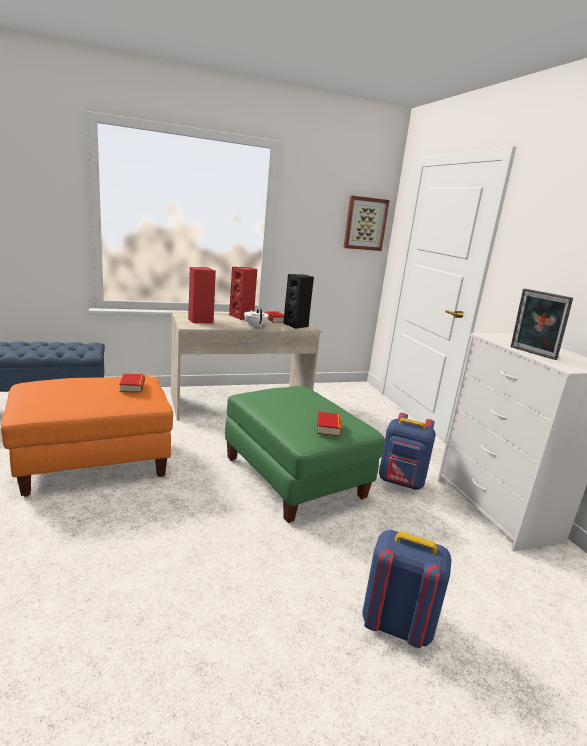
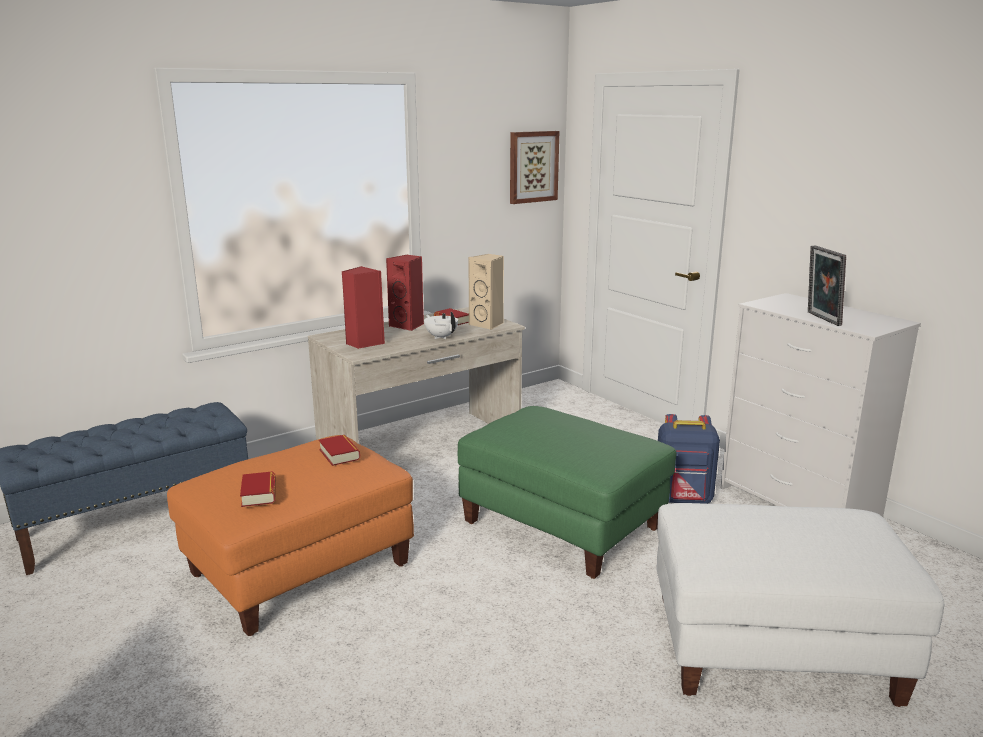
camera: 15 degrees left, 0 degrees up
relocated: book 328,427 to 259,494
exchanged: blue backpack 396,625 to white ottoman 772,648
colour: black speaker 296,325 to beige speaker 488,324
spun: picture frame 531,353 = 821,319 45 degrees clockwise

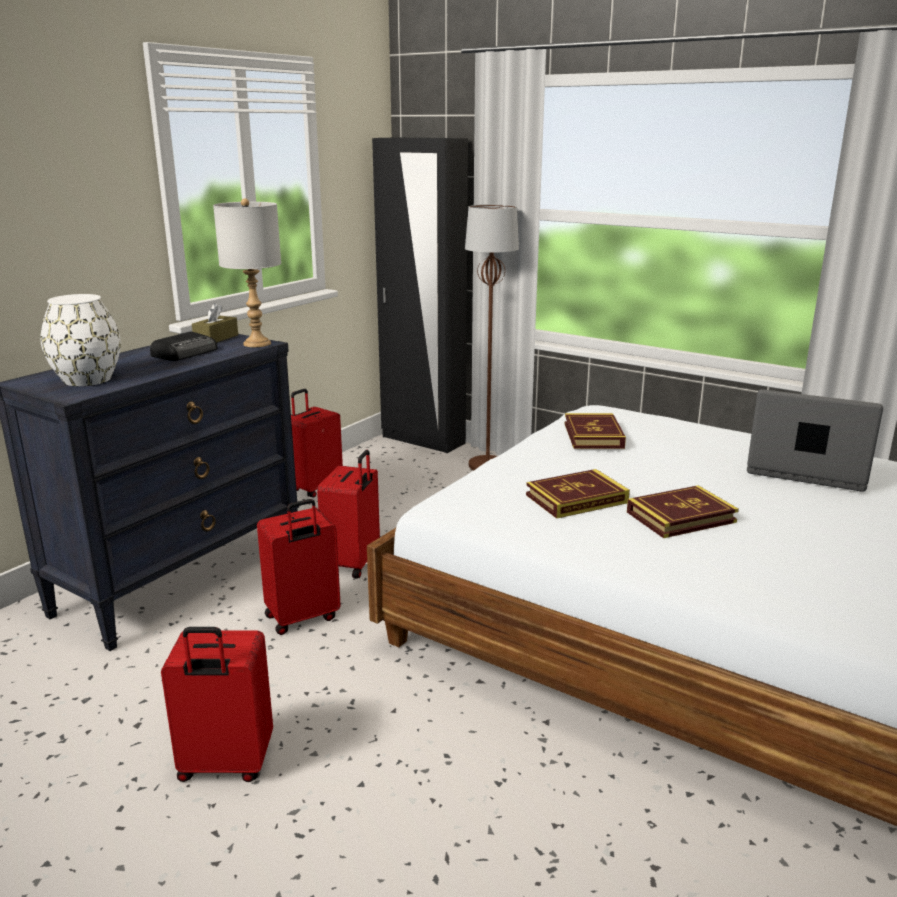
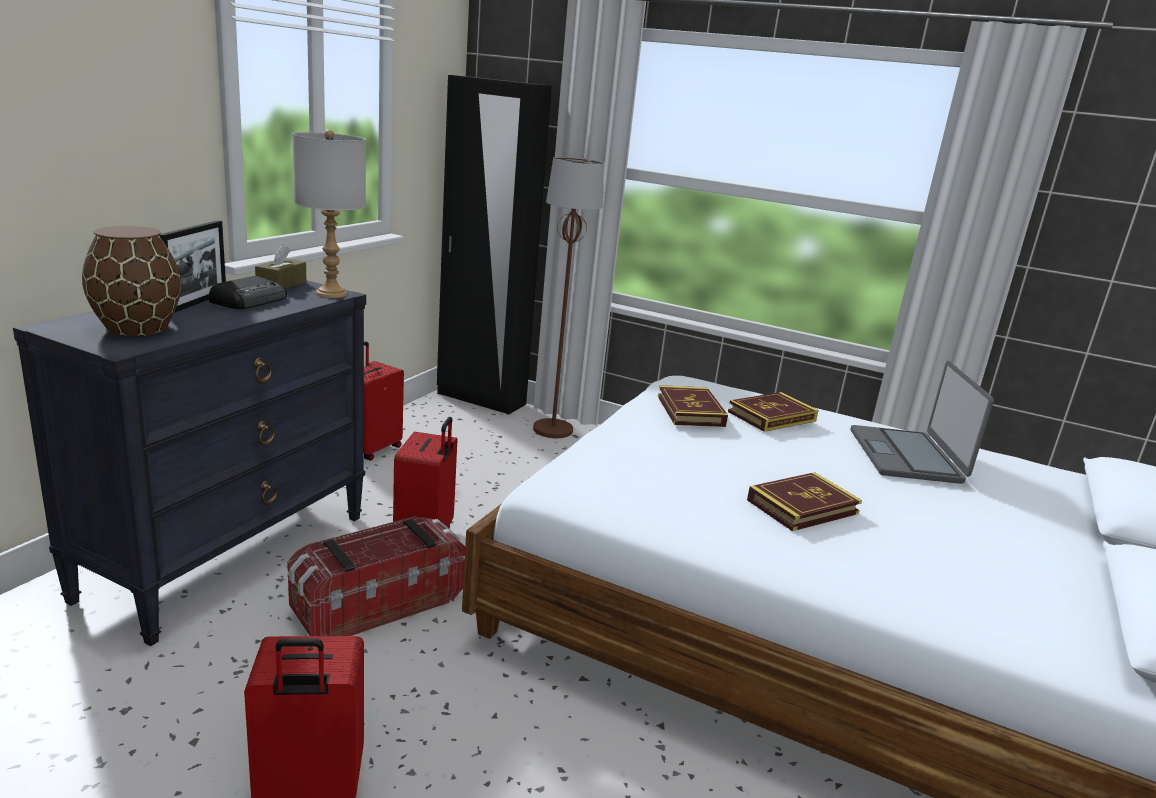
camera: 10 degrees left, 0 degrees up
appeared: picture frame 197,302
relocated: book 576,499 to 771,416
exchanged: red suitcase 302,618 to storage box 376,604
colour: white vase 87,380 to brown vase 136,328
spun: laptop 806,470 = 907,456 105 degrees counterclockwise

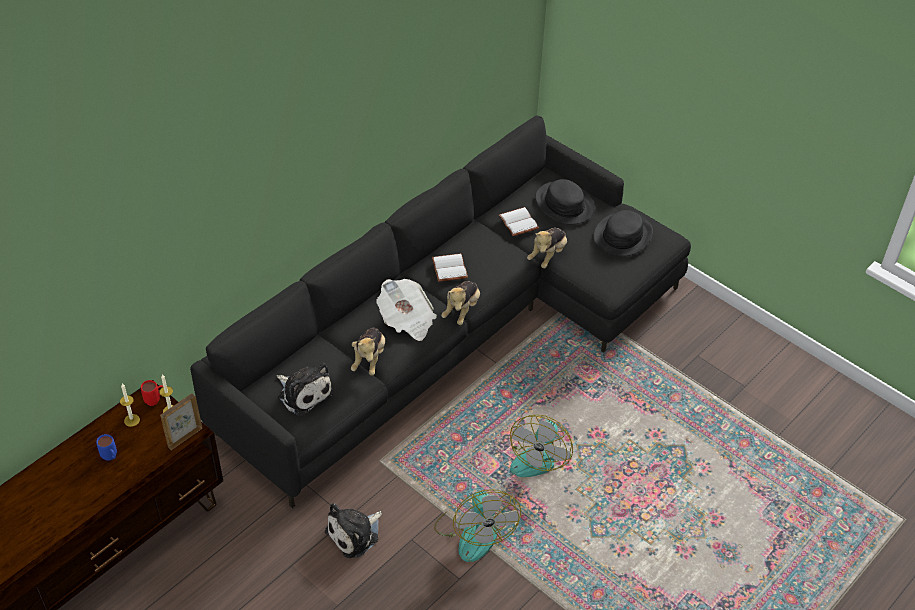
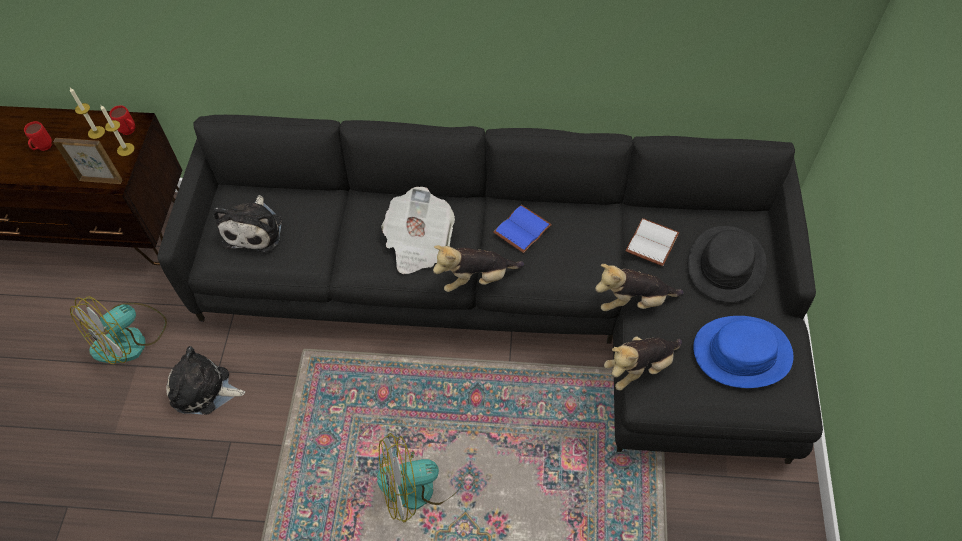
camera: 55 degrees right, 10 degrees up
relocated: plush toy 369,359 to 639,368; fan 474,531 to 130,338
colour: blue mug 111,458 to red mug 43,149; white book 448,268 to blue book 522,228; black hat 622,235 to blue hat 742,352

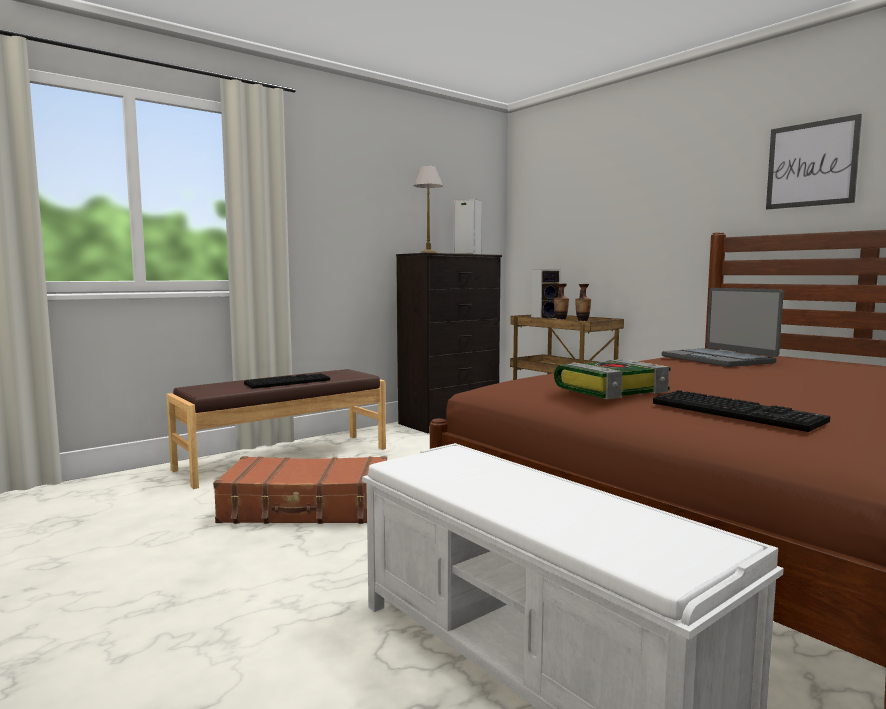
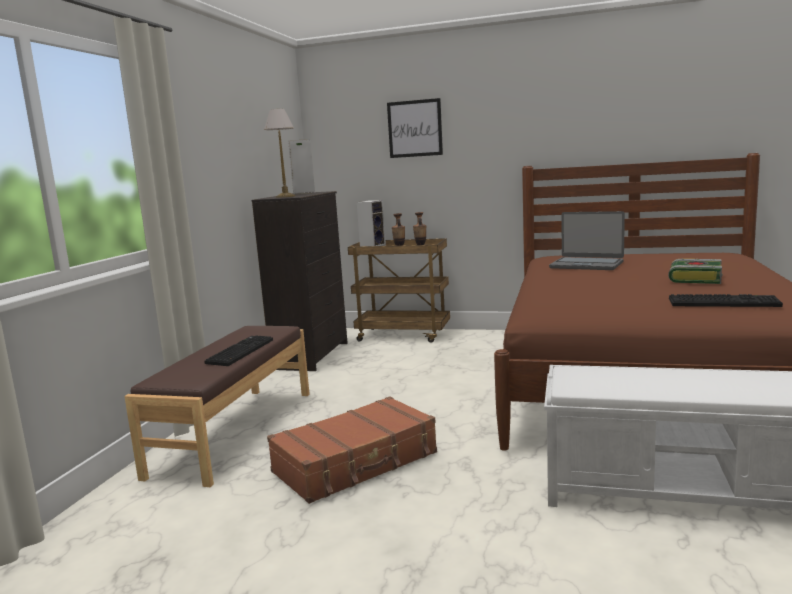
camera: 35 degrees left, 5 degrees up
relocated: book 611,390 to 694,279; picture 811,164 to 415,128

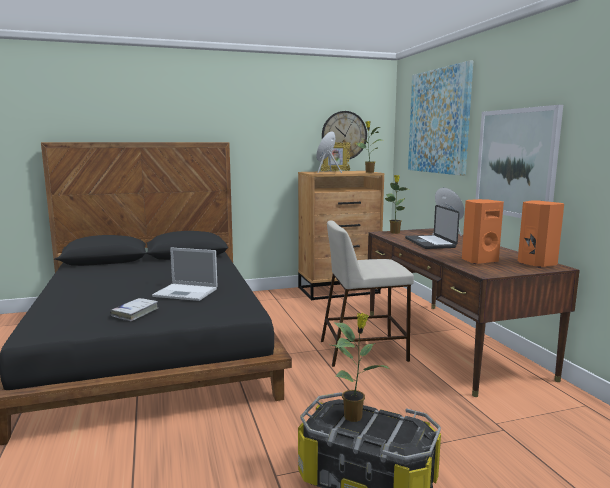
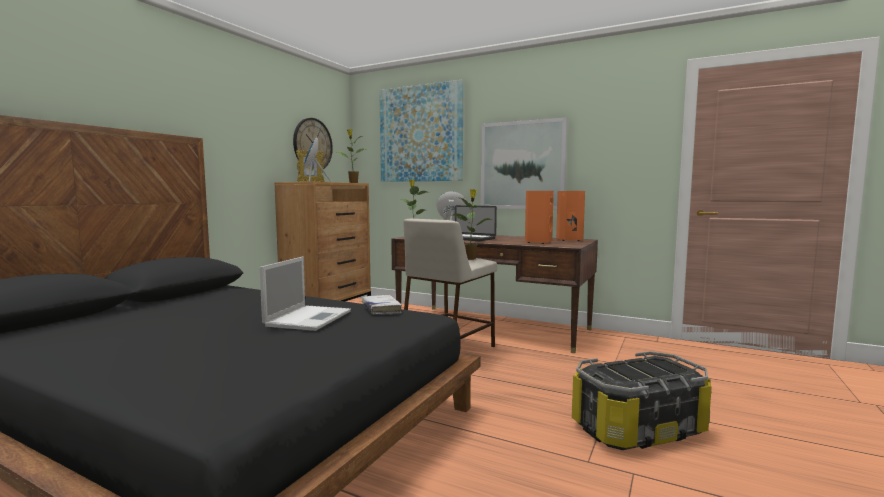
camera: 45 degrees left, 5 degrees down
relocated: white book 135,313 to 381,309; potted plant 354,416 to 470,258
spun: laptop 187,292 = 309,318 45 degrees counterclockwise

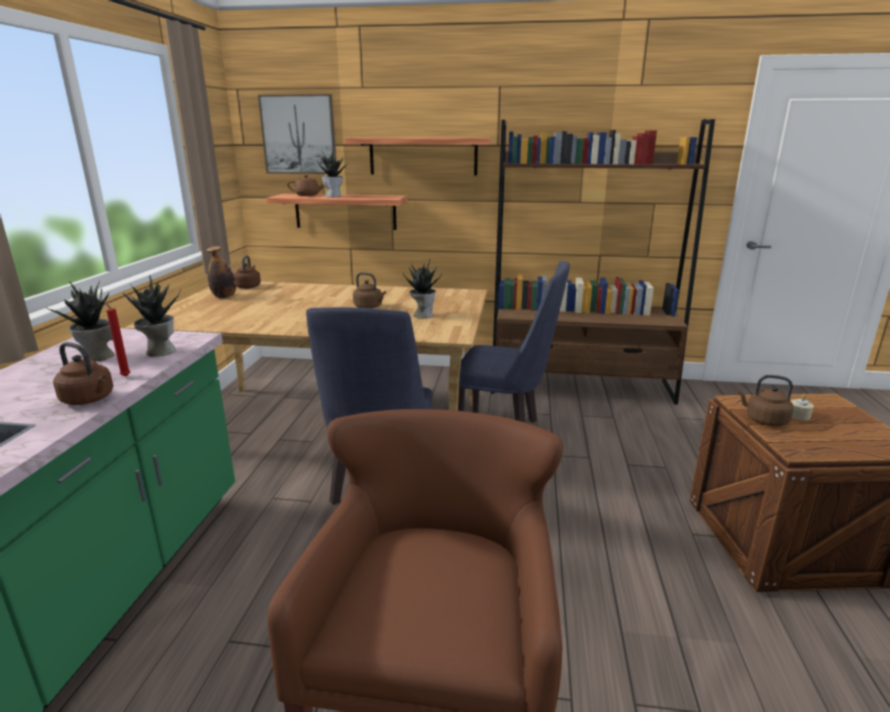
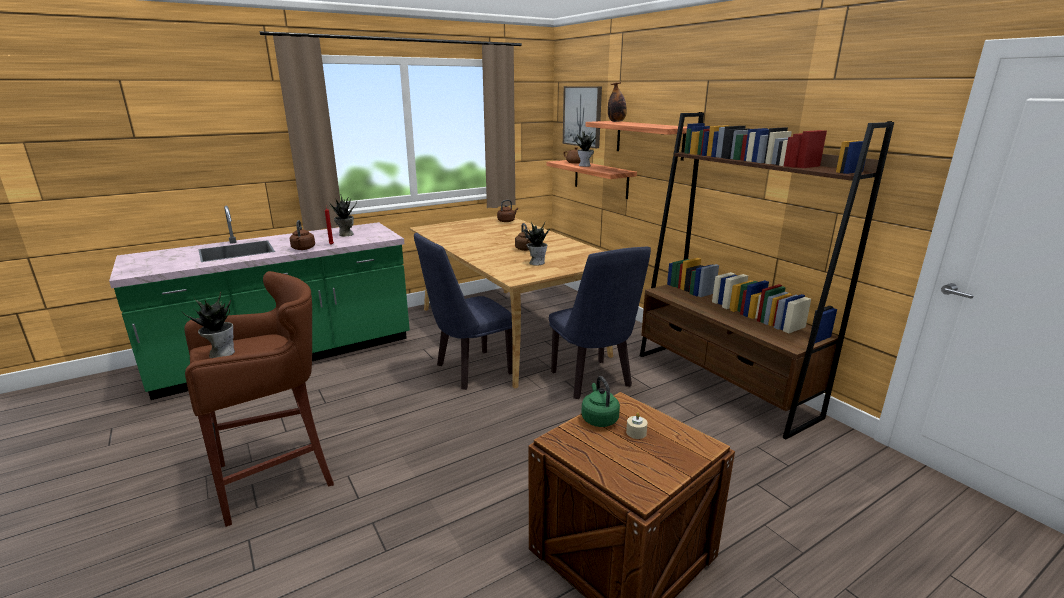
camera: 50 degrees right, 0 degrees up
relocated: potted plant 159,351 to 221,353; bottle 224,297 to 616,121
colour: brown kettle 763,420 to green kettle 599,418

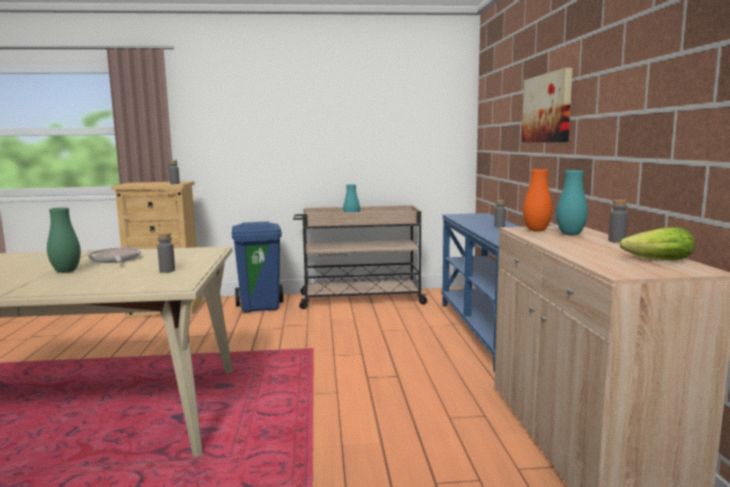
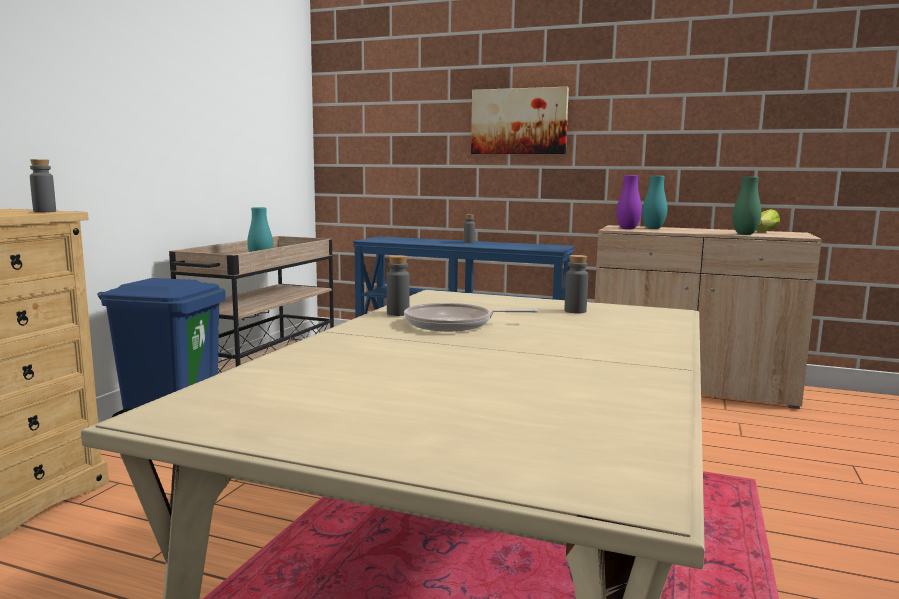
camera: 65 degrees left, 0 degrees up
relocated: green vase 66,271 to 744,234; grey bottle 616,241 to 398,313
colour: orange vase 536,230 to purple vase 627,229

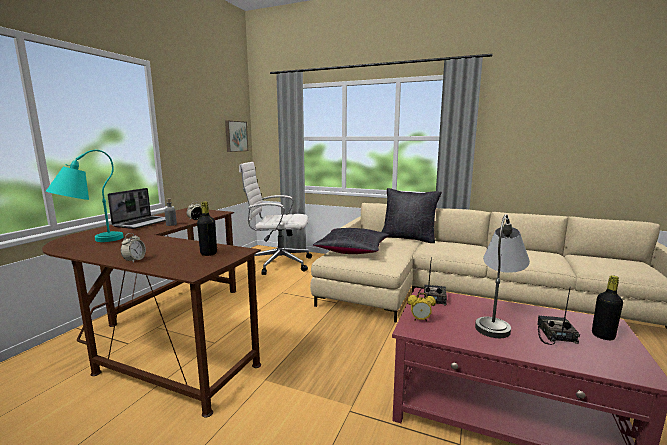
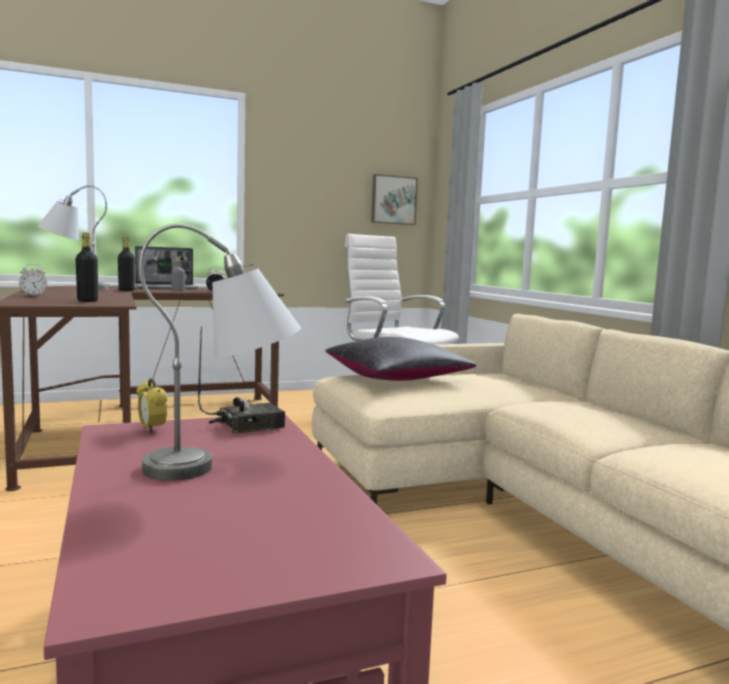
camera: 45 degrees right, 5 degrees down
missing: black pillow 408,238; radio 553,335
relocated: black bottle 603,336 to 126,290
colour: turquoise table lamp 89,242 to grey table lamp 73,288

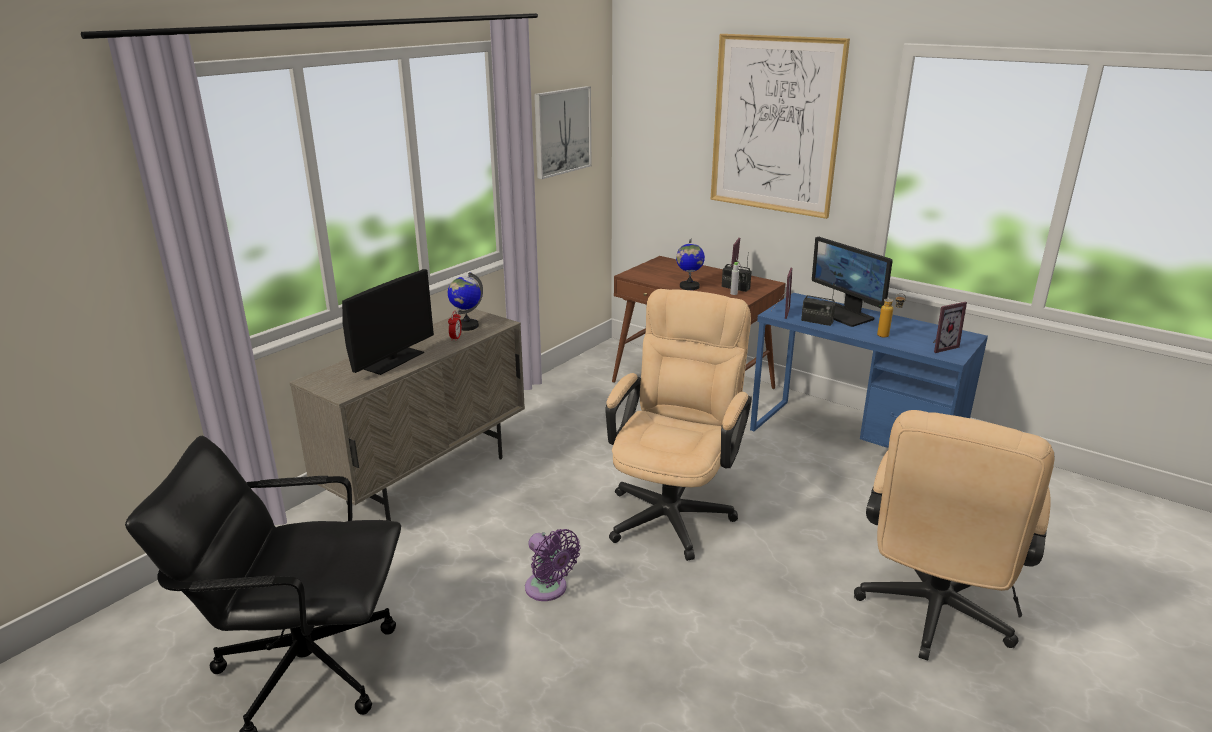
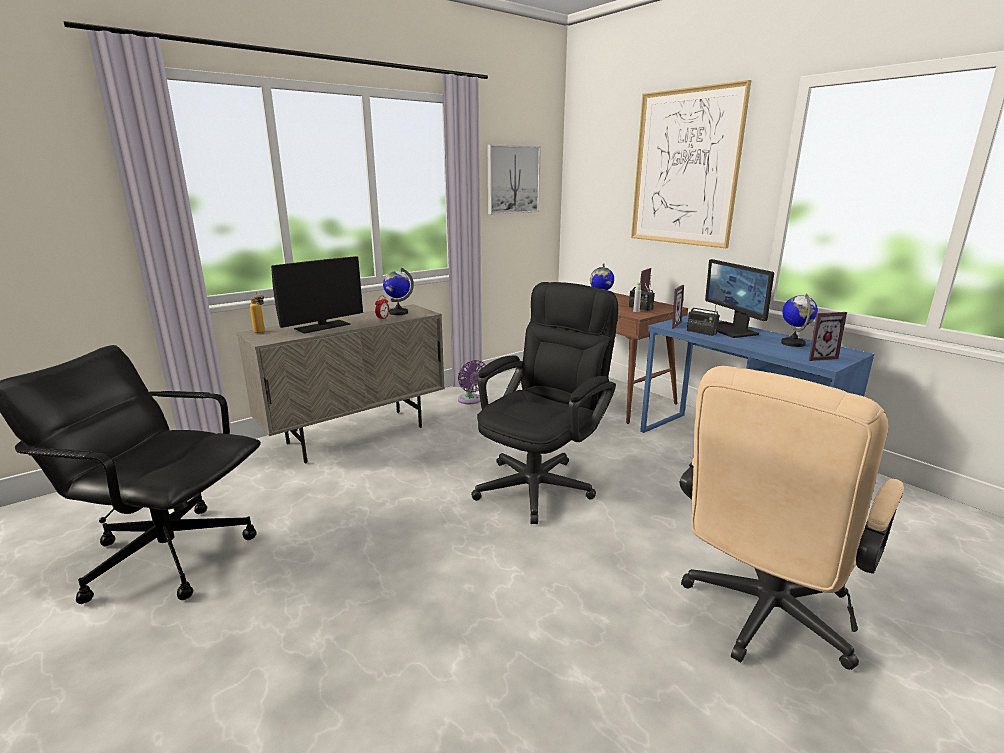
camera: 15 degrees right, 5 degrees down
appeared: globe 793,343
relocated: purple fan 548,589 to 471,400; bottle 888,336 to 262,332
colour: beige office chair 674,509 to black office chair 541,482

